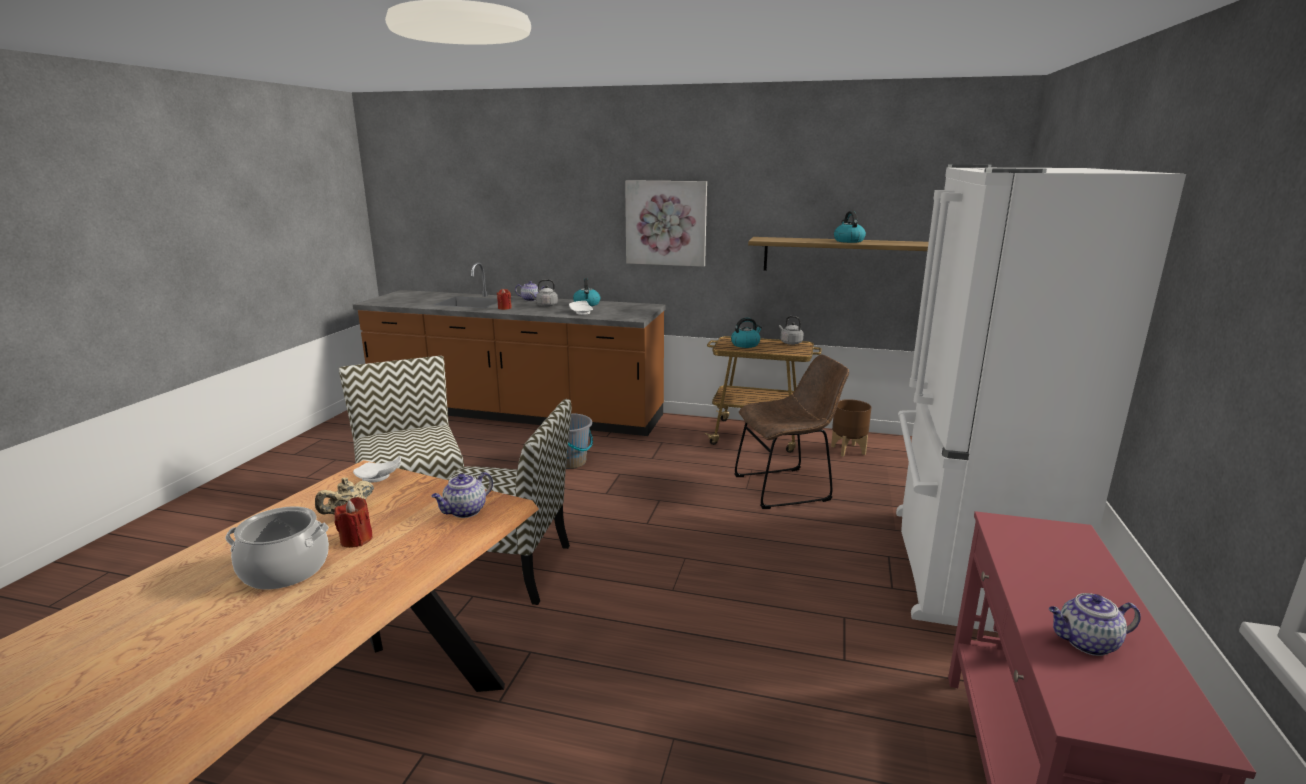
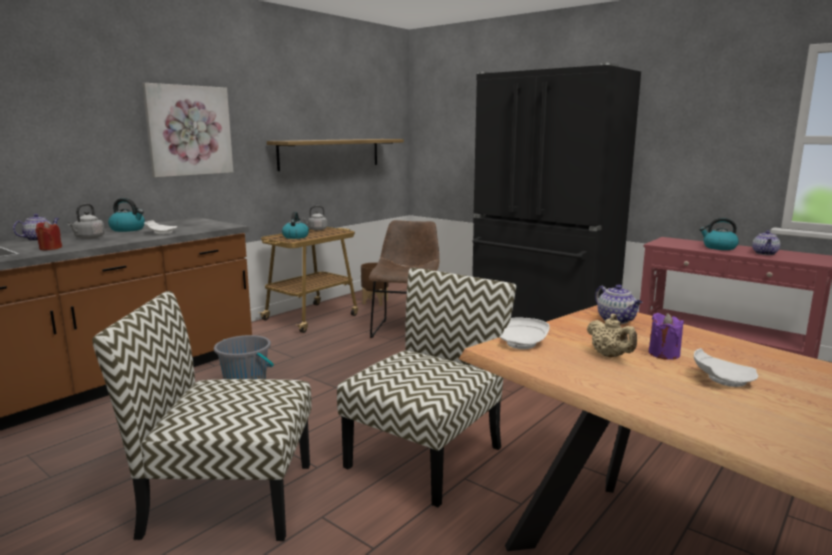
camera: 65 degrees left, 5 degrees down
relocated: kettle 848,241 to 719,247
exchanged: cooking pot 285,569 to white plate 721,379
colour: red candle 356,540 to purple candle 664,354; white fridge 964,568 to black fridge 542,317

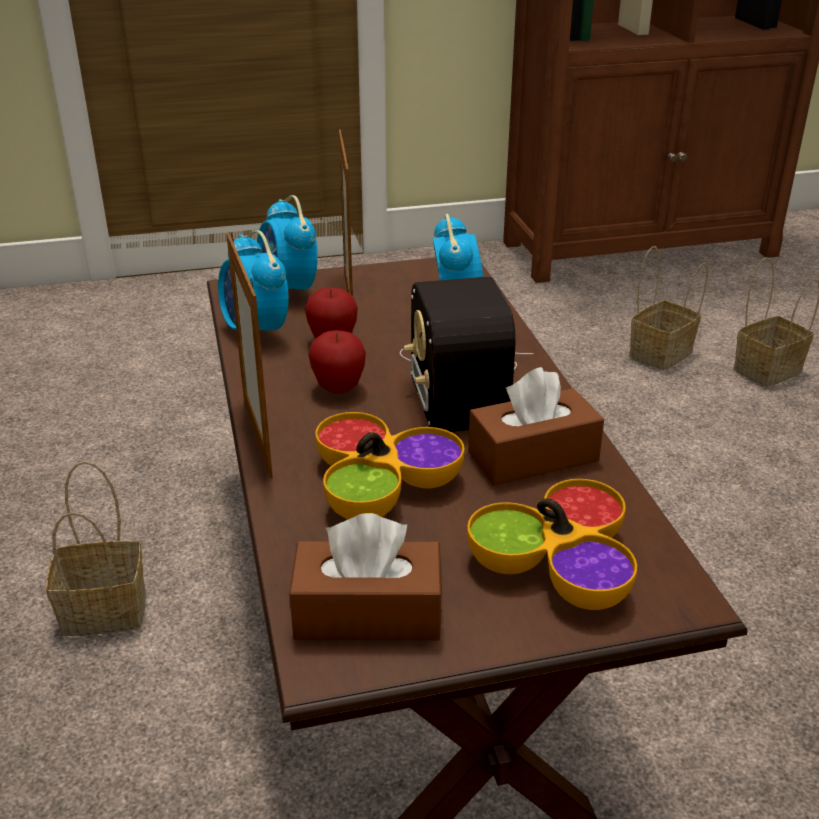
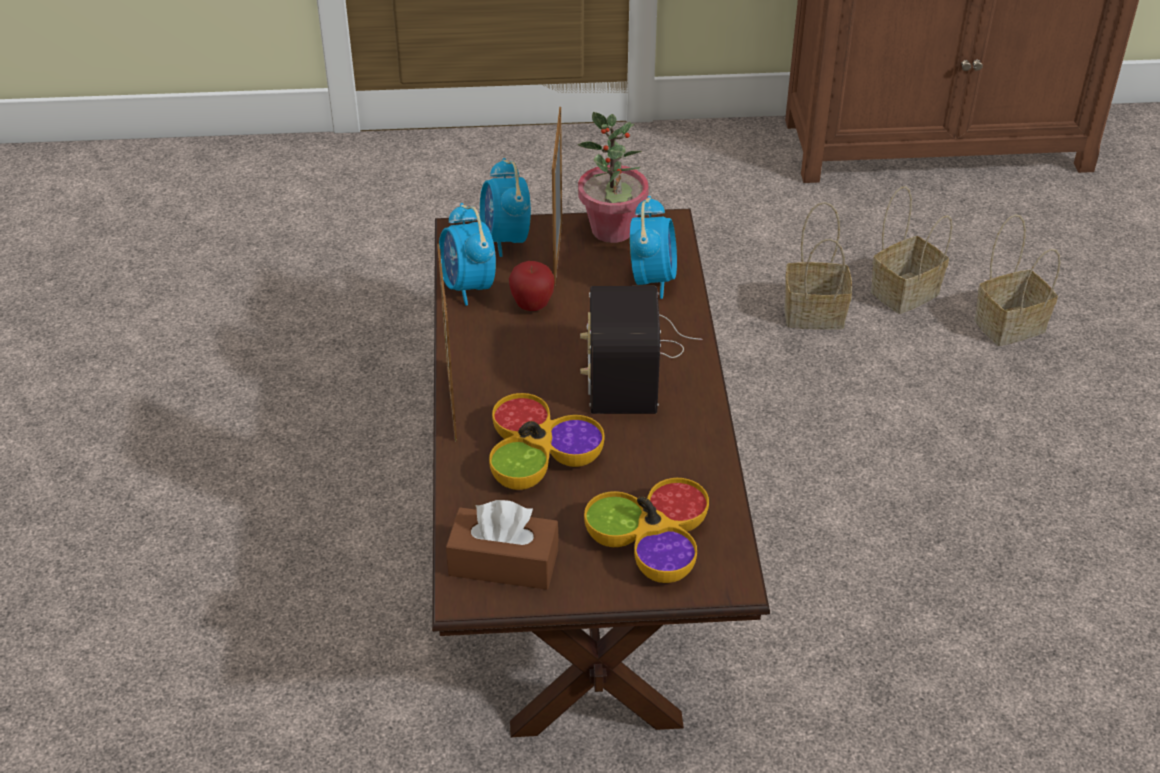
camera: 10 degrees right, 10 degrees up
missing: apple 338,388; brown tissue box 533,456
appeared: potted plant 612,230
relocated: basket 107,609 to 816,313

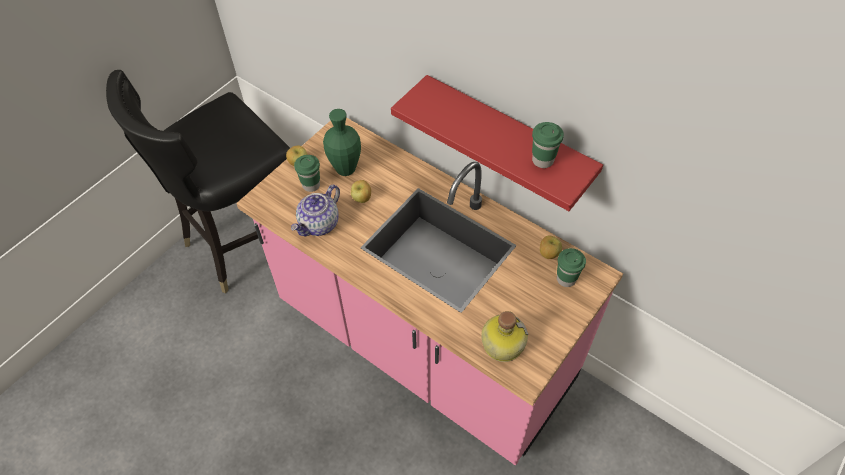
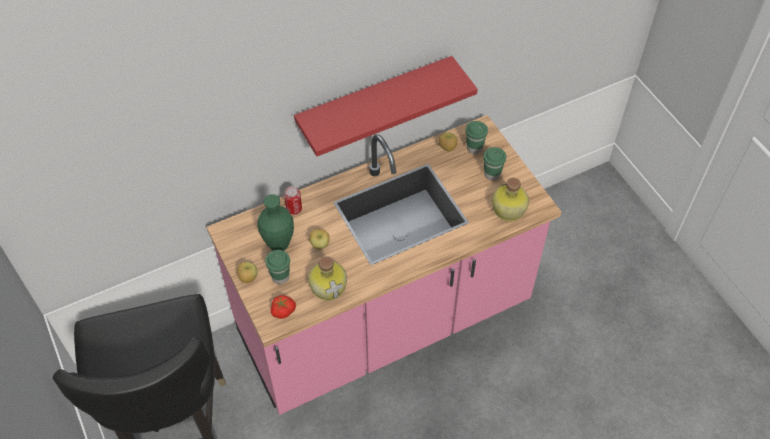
camera: 65 degrees left, 0 degrees up
appeared: tomato 282,310; can 294,209
relocated: green cup 542,160 to 492,174
exchanged: teapot 319,224 to bottle 328,285

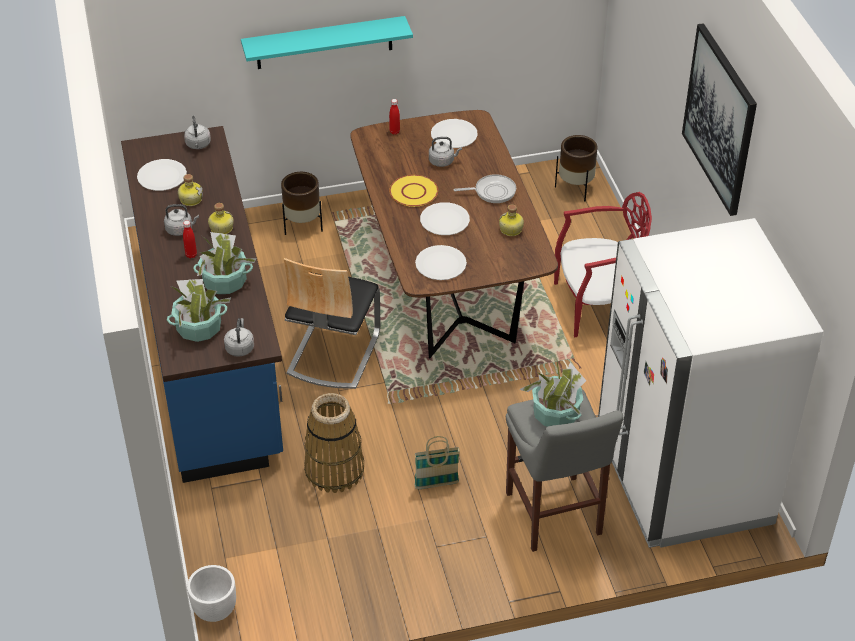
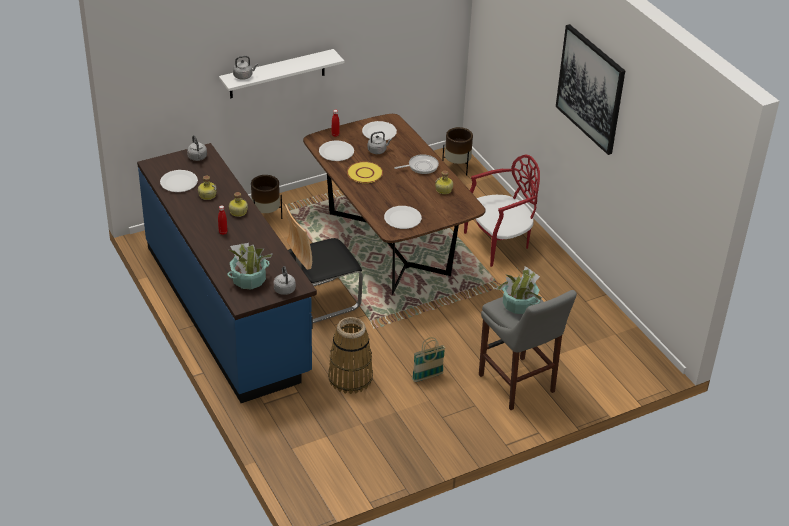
camera: 15 degrees left, 5 degrees down
missing: white planter 215,610; potted plant 225,281; white fridge 682,478
relocated: grey kettle 181,229 to 244,76; white plate 445,220 to 336,152
colour: turquoise shelf 324,43 to white shelf 277,74
spun: chair 333,353 = 320,300 60 degrees clockwise

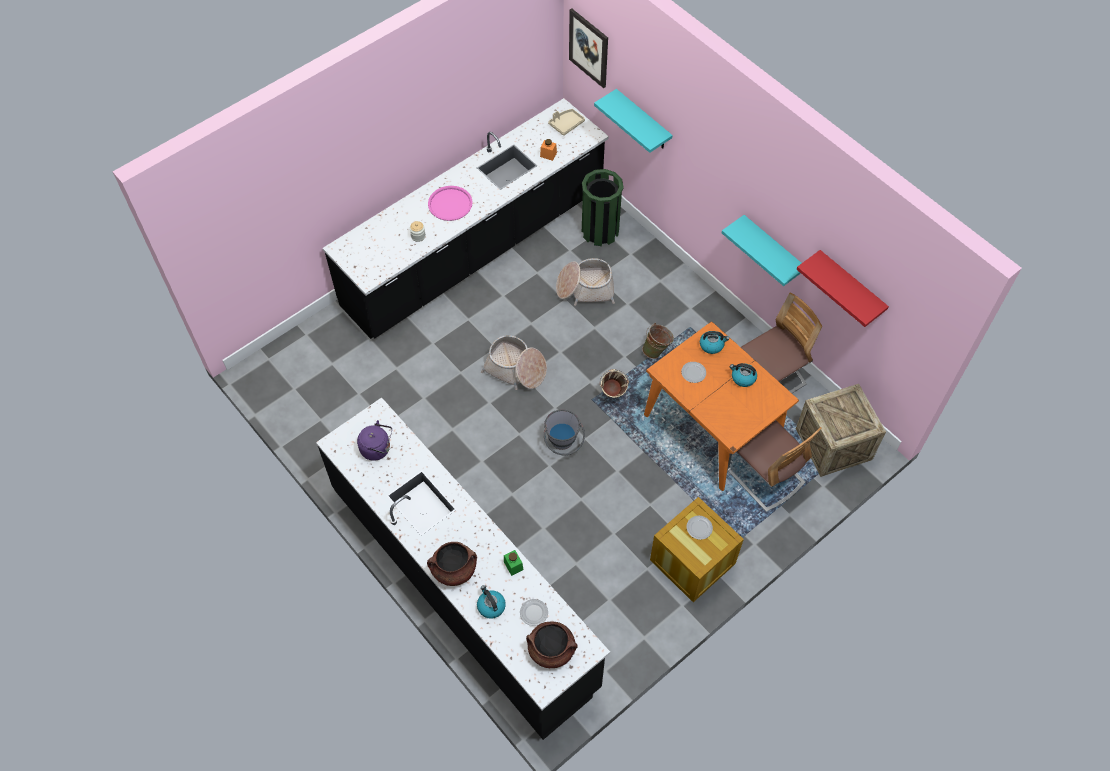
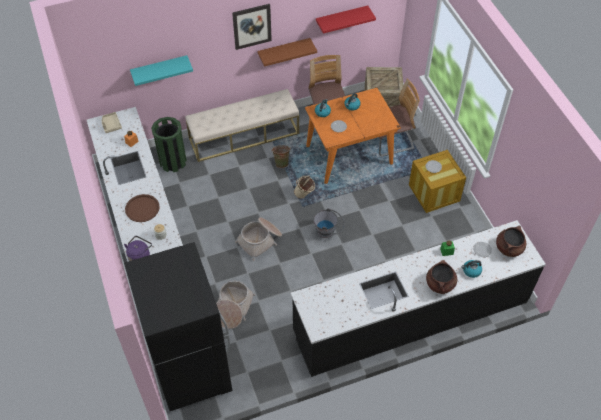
camera: 70 degrees left, 5 degrees down
appeared: black fridge 191,369; beige bench 244,136
relocated: purple kettle 377,449 to 140,256; basket 585,288 to 233,308; picture 589,48 to 252,26
colour: pink tray 450,204 to brown tray 142,208; turquoise shelf 772,249 to brown shelf 284,51

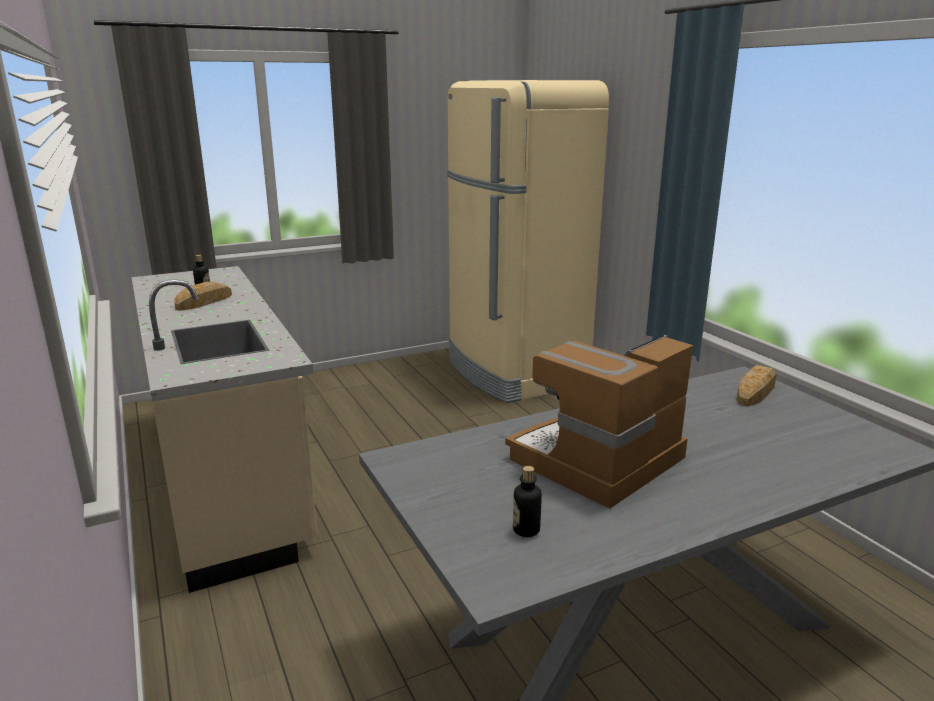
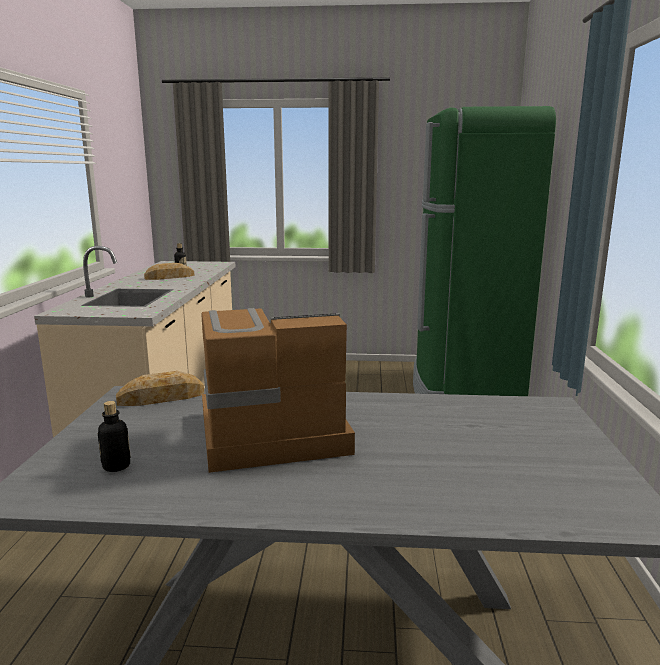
camera: 30 degrees right, 5 degrees down
relocated: bread 755,392 to 161,397
colour: beige fridge 514,373 to green fridge 463,391

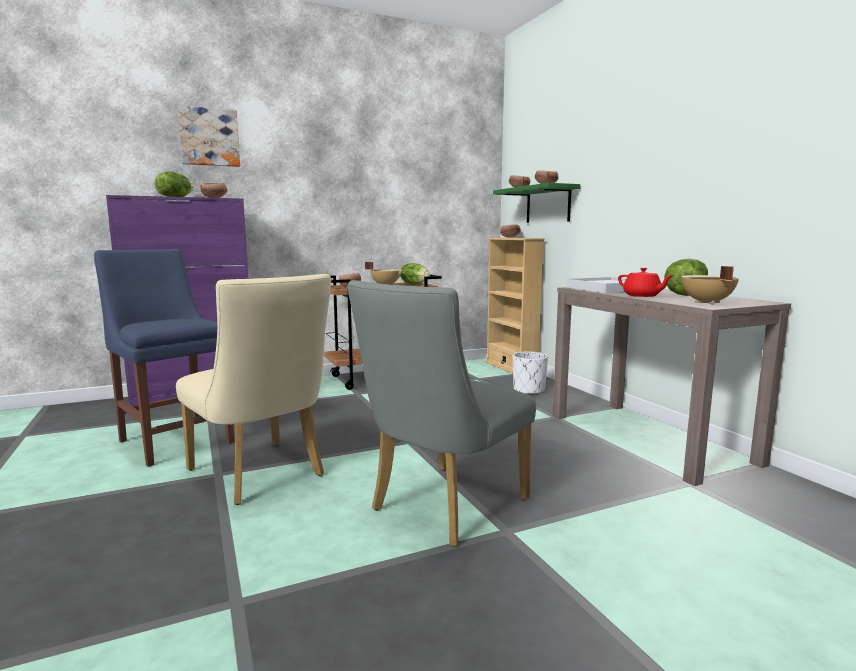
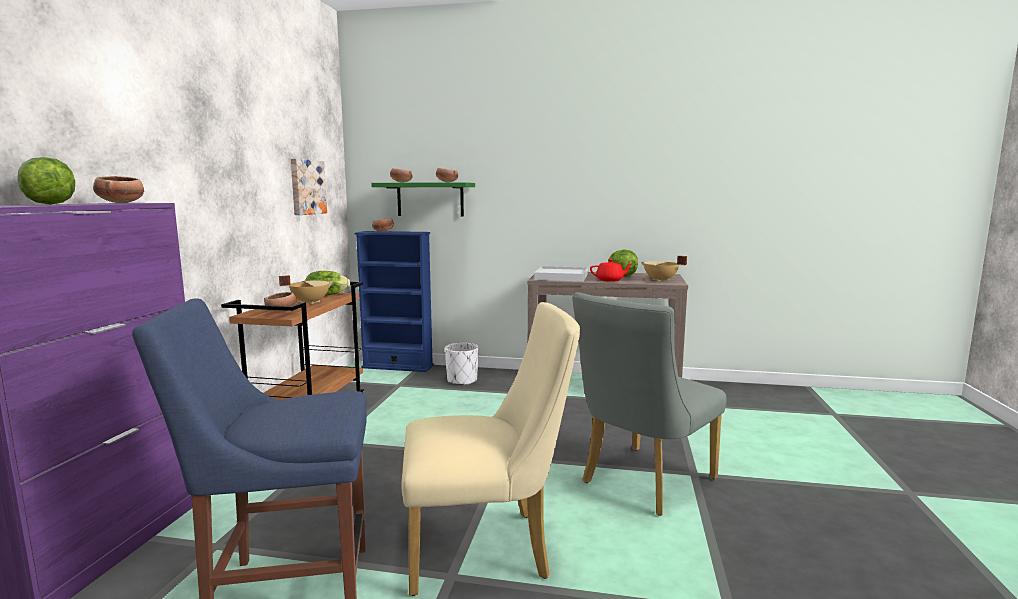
camera: 55 degrees left, 0 degrees up
relocated: picture 209,137 to 306,187
colour: beige bookcase 511,368 to blue bookcase 397,366
spun: grey chair 442,508 = 642,483 60 degrees clockwise

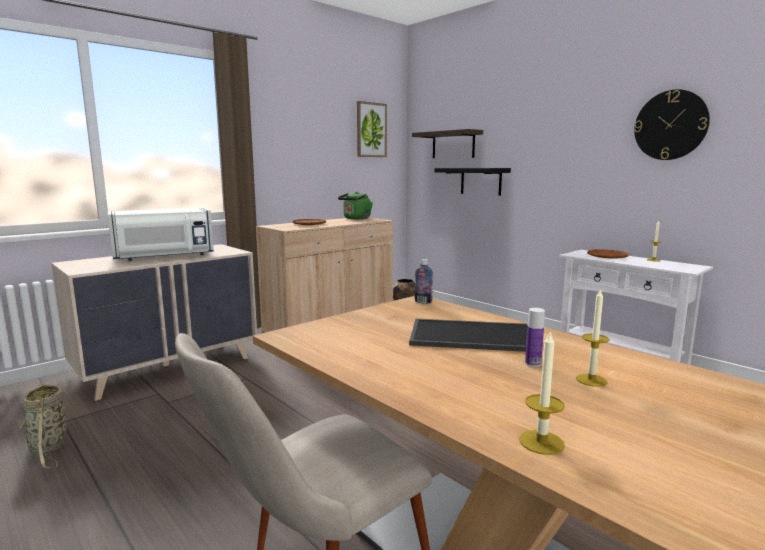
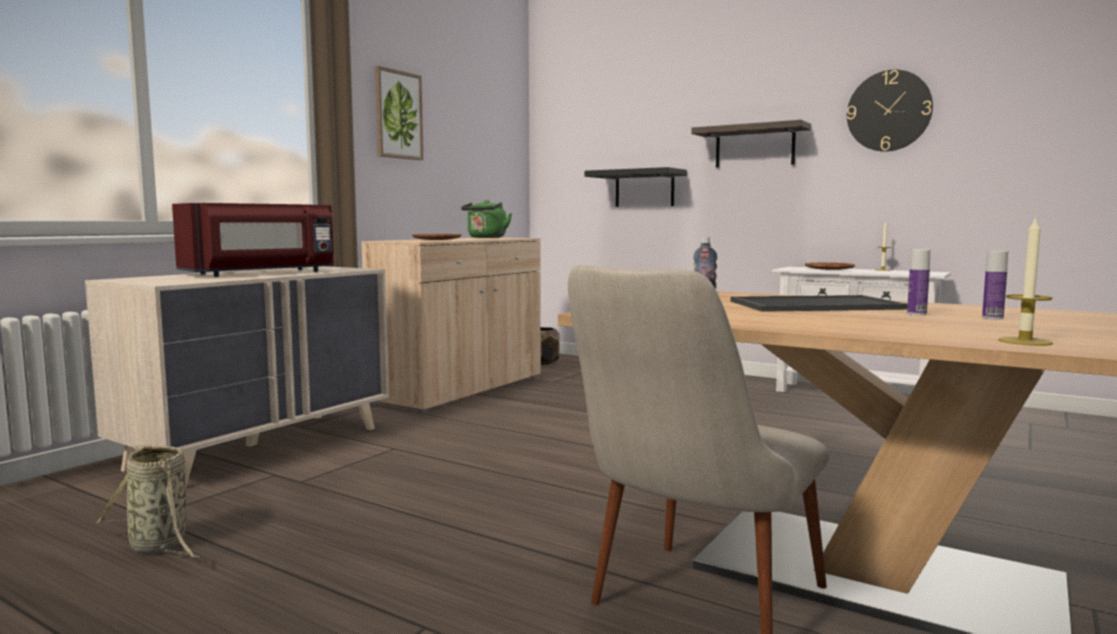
camera: 15 degrees left, 5 degrees down
relocated: picture 371,130 to 398,115; shelf 453,145 to 754,146
exchanged: candle 591,380 to bottle 992,318
colour: white microwave 164,257 to red microwave 262,273

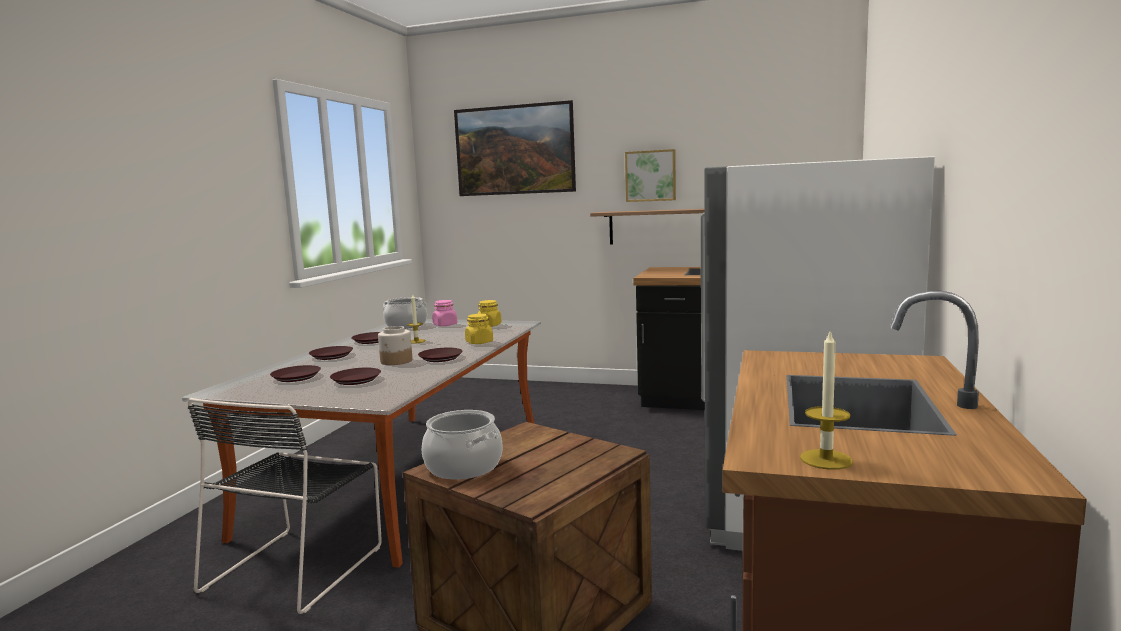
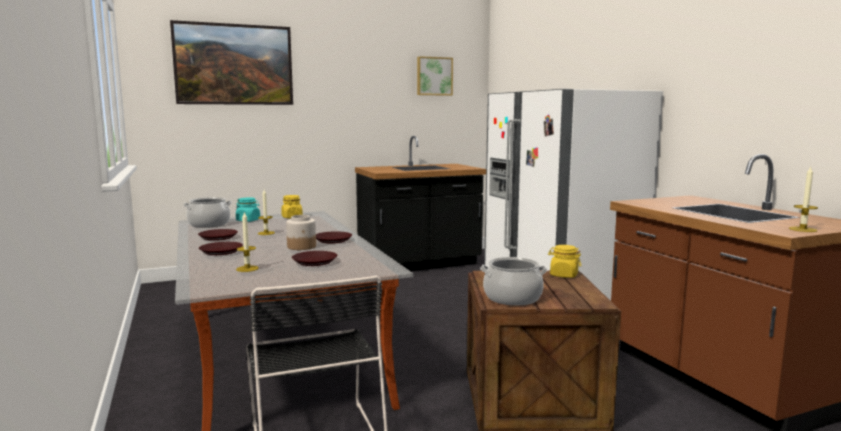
camera: 40 degrees left, 0 degrees up
missing: shelf 663,226
relocated: yellow jar 479,342 to 563,275; picture 650,176 to 434,76
exchanged: brown plate 295,377 to candle 247,269
colour: pink jar 445,325 to turquoise jar 248,220

